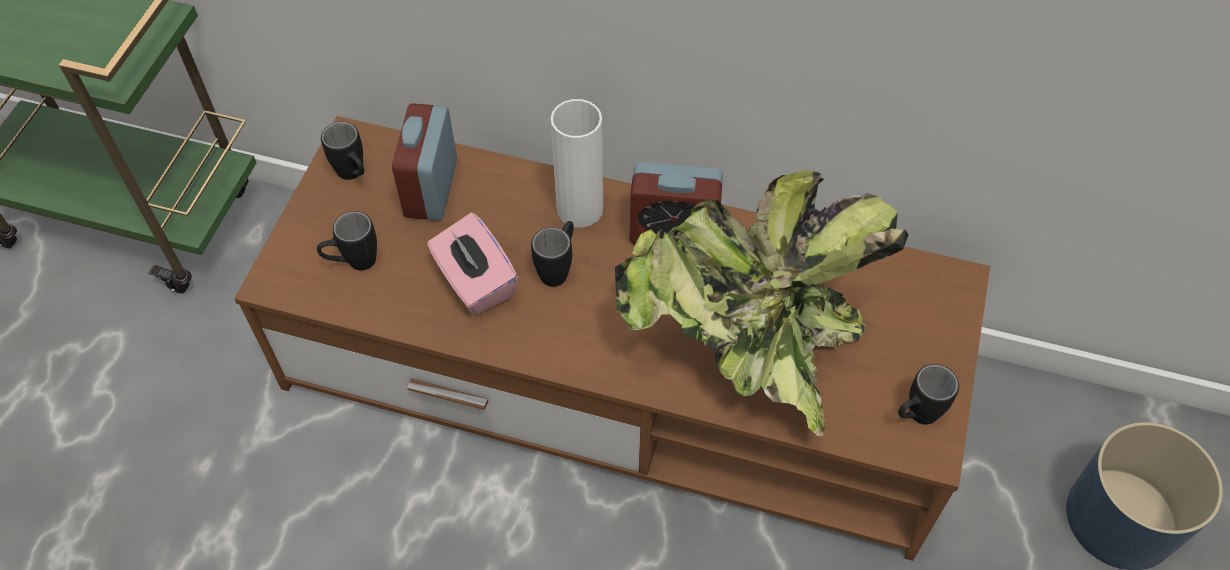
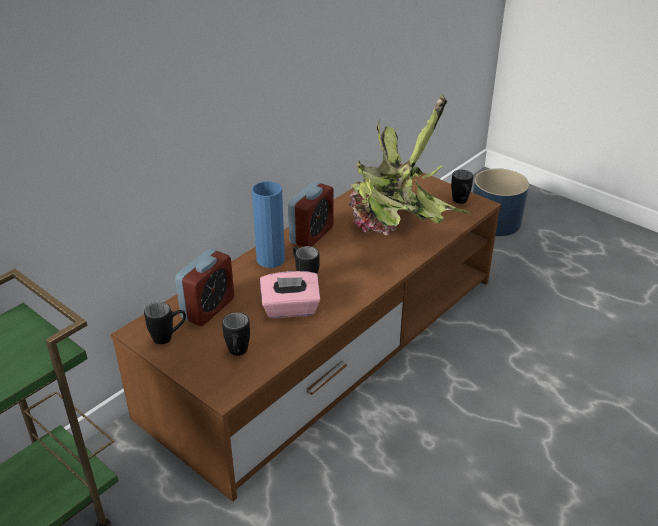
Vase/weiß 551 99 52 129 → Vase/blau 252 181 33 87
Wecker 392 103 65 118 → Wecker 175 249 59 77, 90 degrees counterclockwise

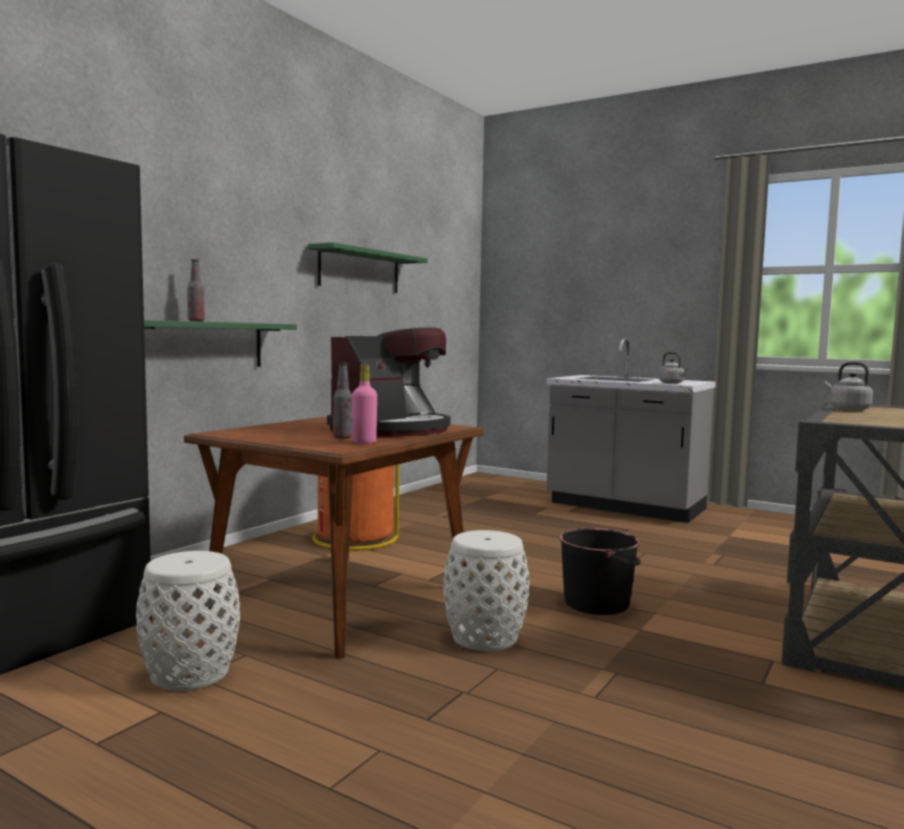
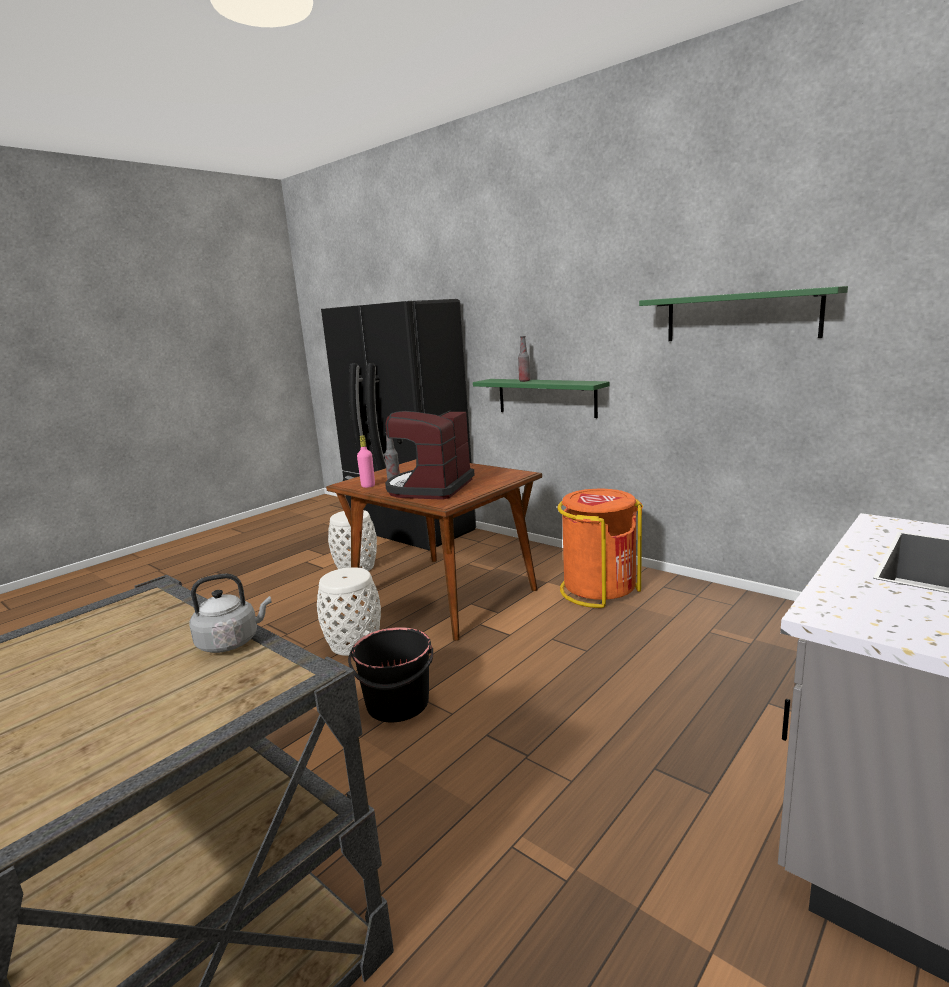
Kaffeemaschine 327 327 124 110 → Kaffeemaschine 385 411 90 89, 60 degrees clockwise
Wasserkessel/grau 659 352 31 32 → -

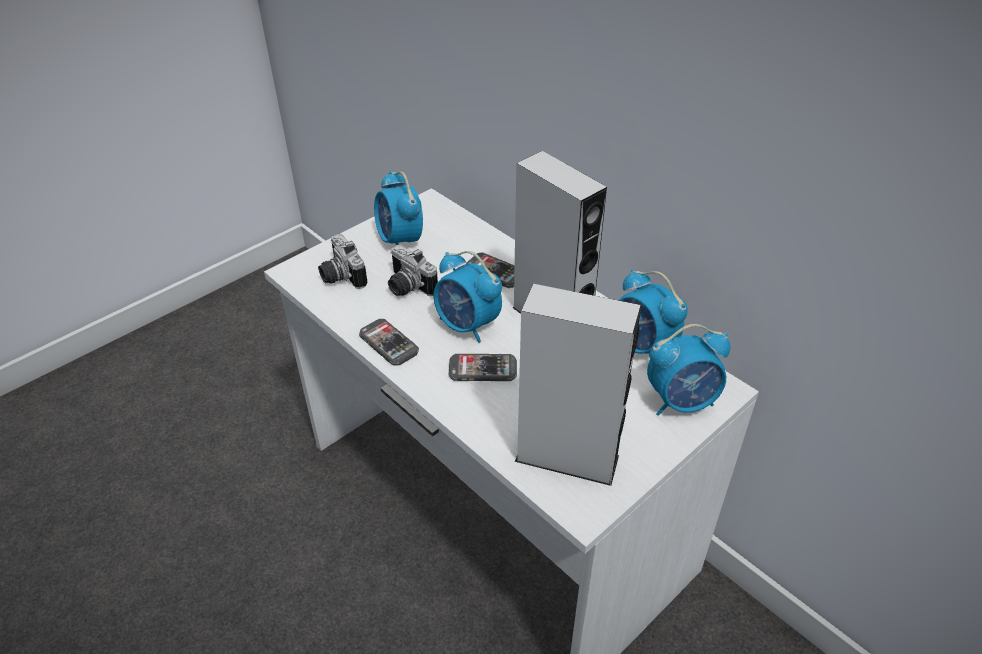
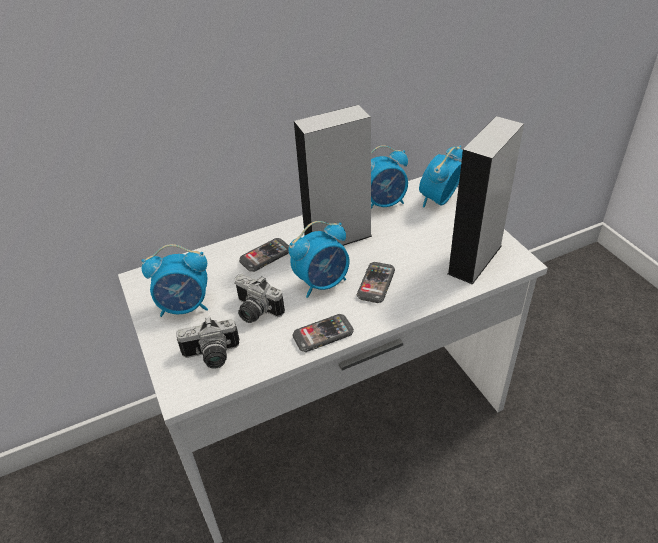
Kamera 388 245 50 51 → Kamera 234 274 51 49, 60 degrees clockwise
Wecker 647 324 83 92 → Wecker 419 146 44 61, 150 degrees counterclockwise

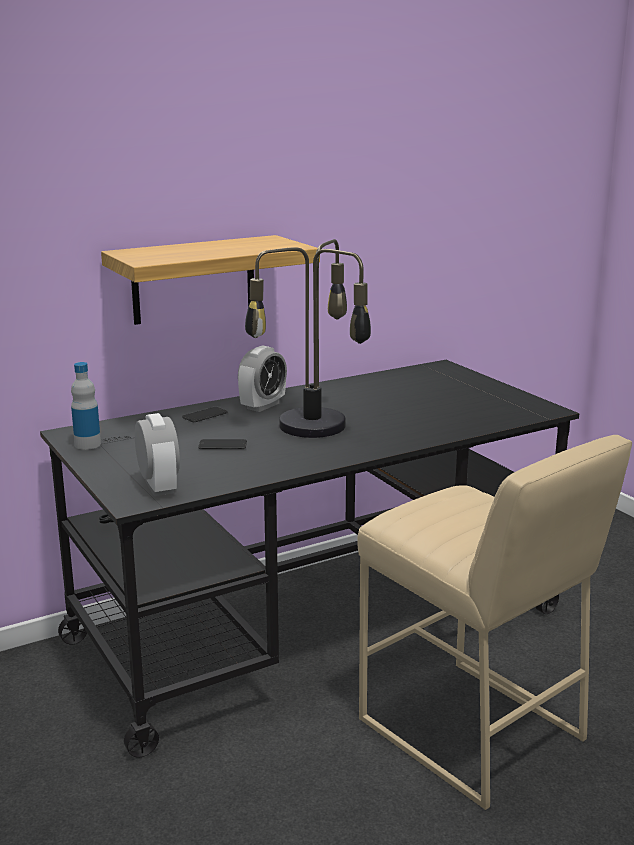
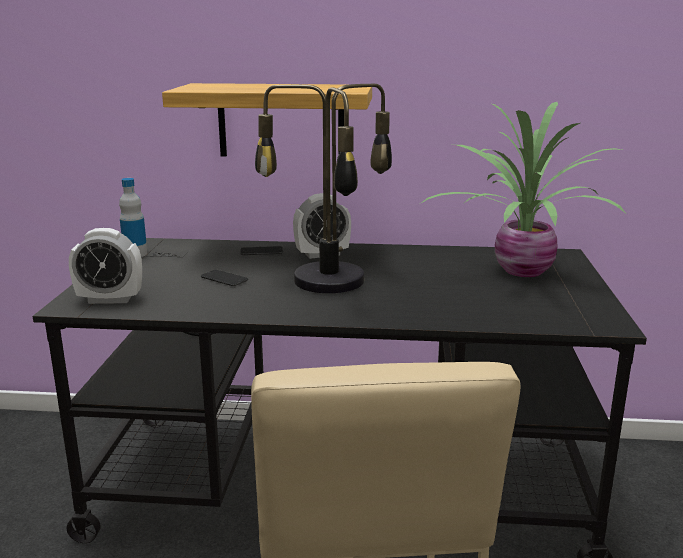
Wecker 135 413 45 83 → Wecker 69 228 73 76, 75 degrees clockwise
- → Topfpflanze 420 102 205 175

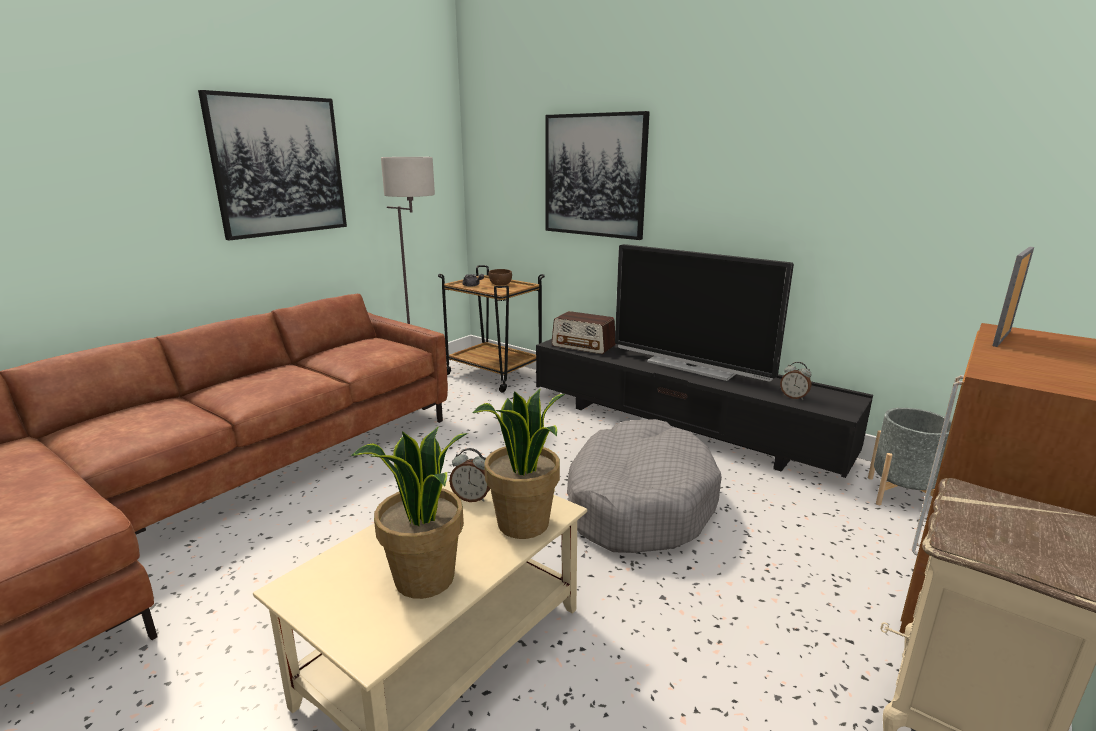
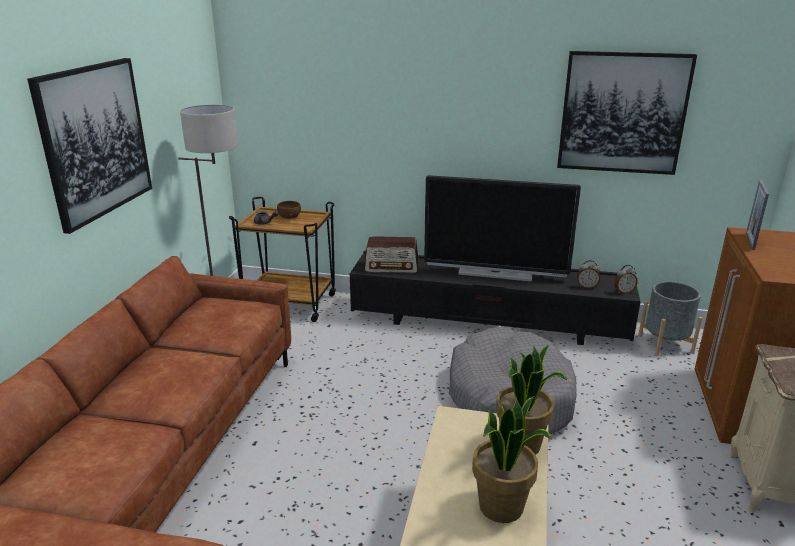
Bild 545 111 105 129 → Bild 557 51 140 124, move
Wecker 449 448 41 54 → Wecker 614 265 24 29, move

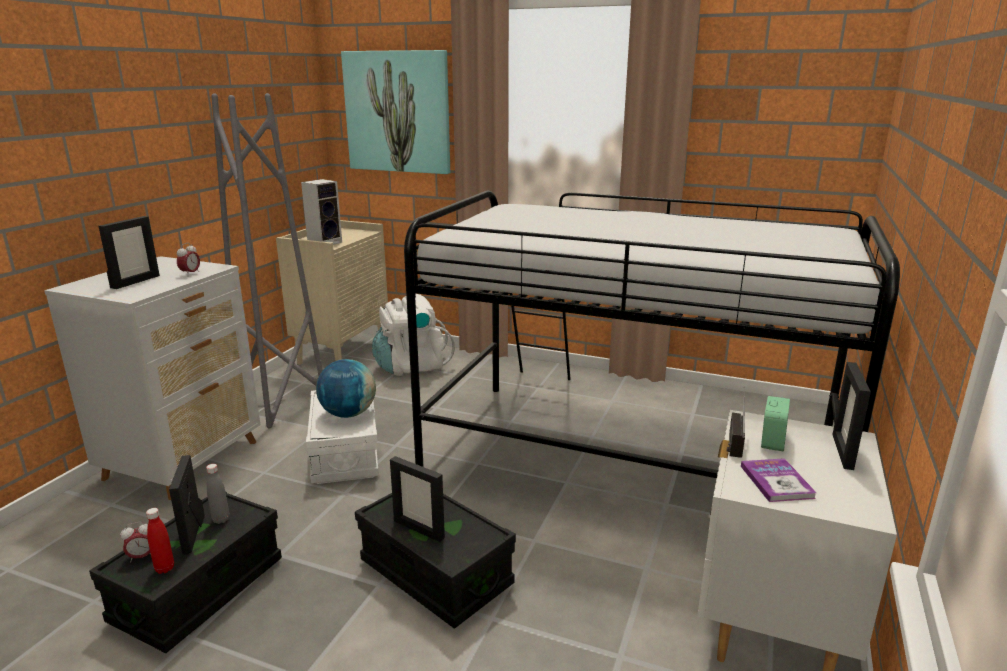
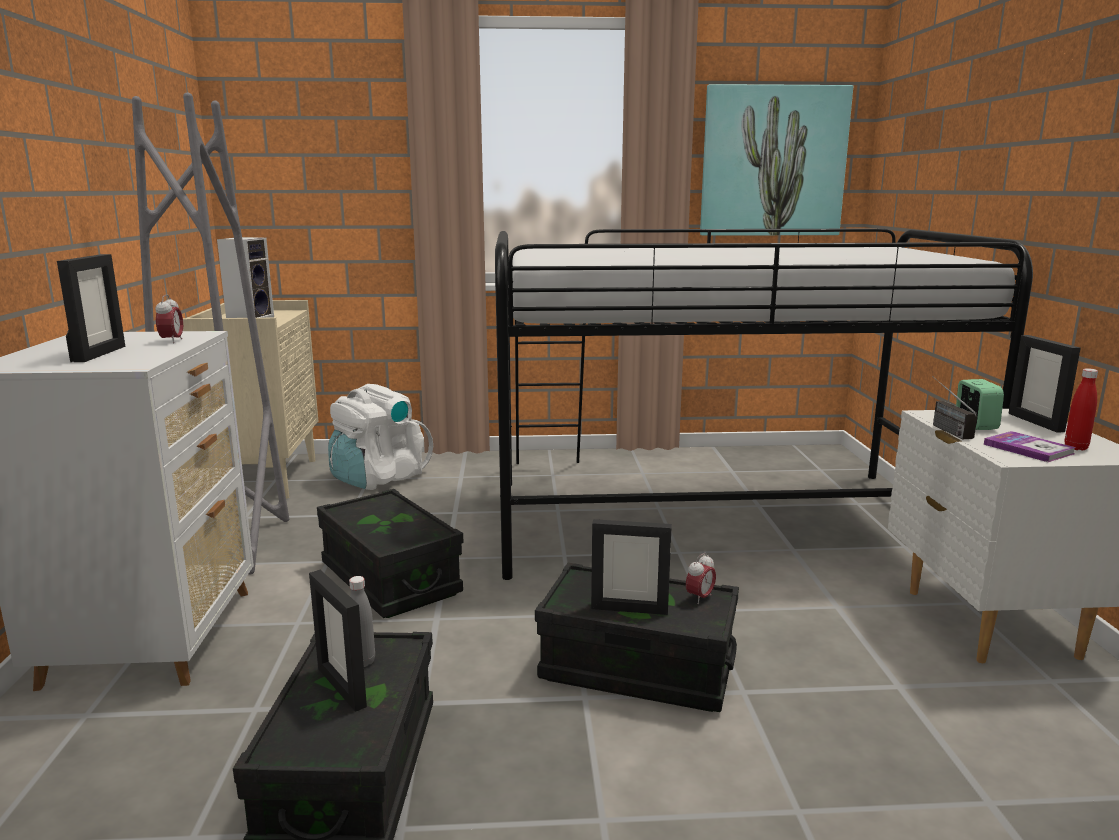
Bild 341 50 109 124 → Bild 700 84 153 152, move
Globus 316 359 60 59 → -
Aufbewahrungsbox/weiß 306 390 73 94 → Aufbewahrungsbox/schwarz 317 489 146 129
Flasche/rot 146 508 28 66 → Flasche/rot 1065 368 33 82, move
Wecker 120 522 31 41 → Wecker 686 553 30 51, move

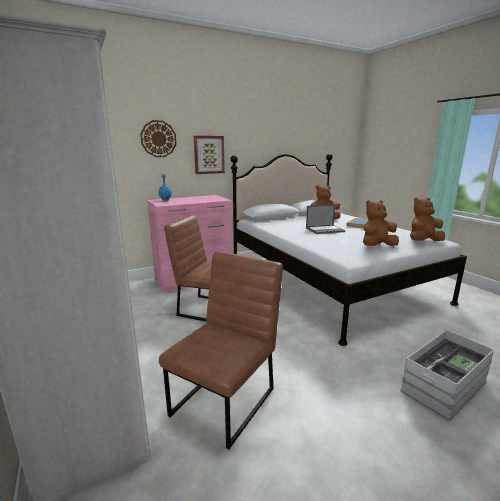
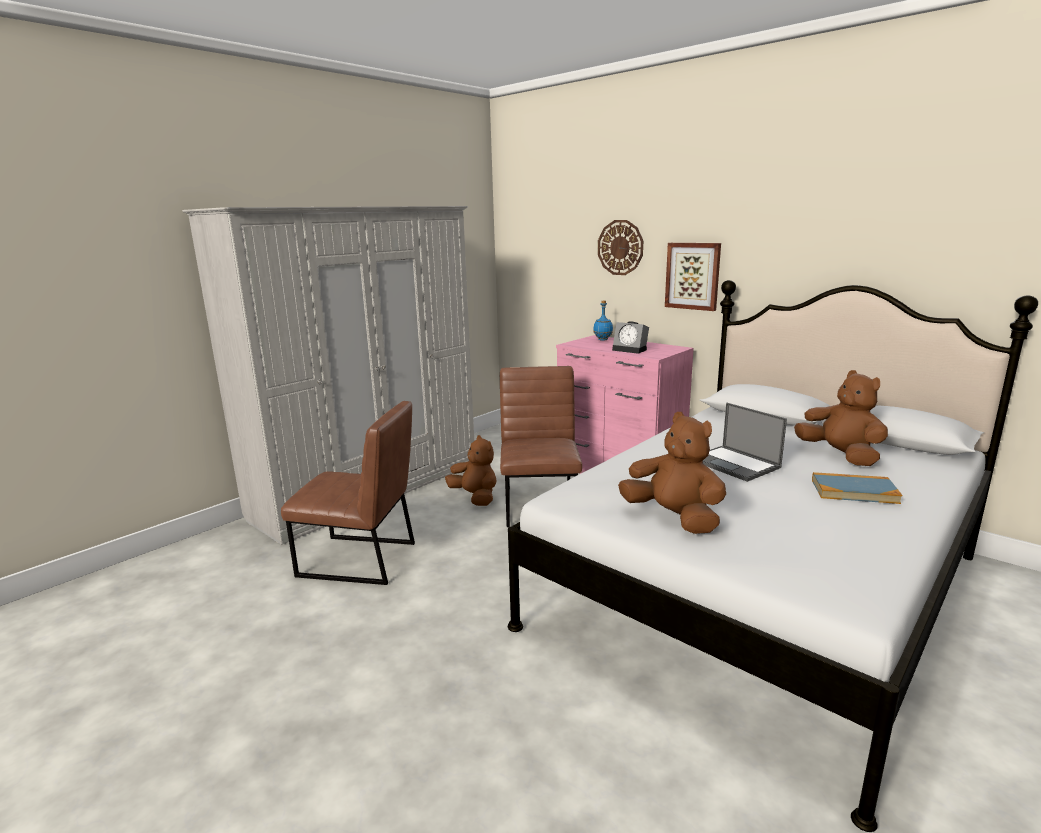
Plüschtier/braun 410 197 35 44 → Plüschtier/braun 445 435 51 71, move
Aufbewahrungsbox/grau 400 330 94 90 → -
- → Wecker 612 321 37 33

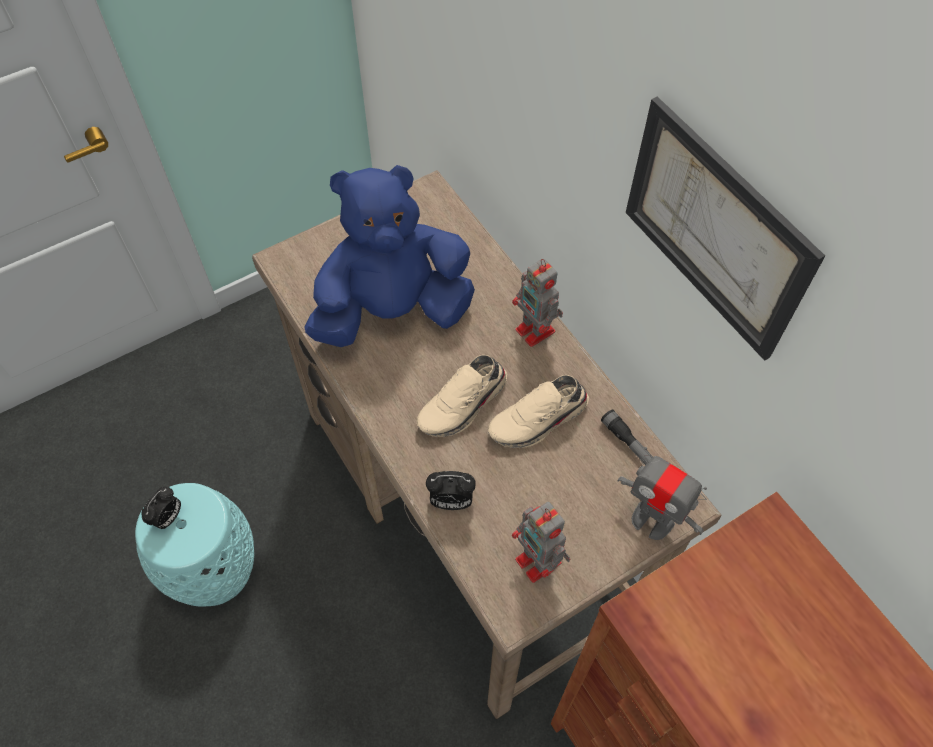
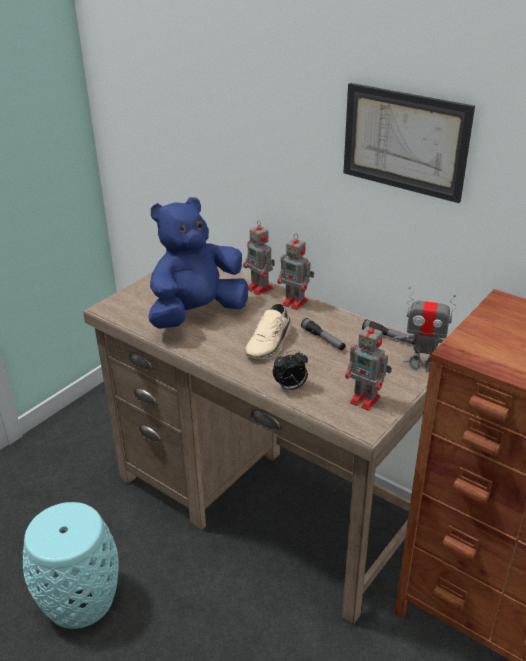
Schuh/beige 488 375 101 73 → Taschenlampe 301 318 45 32
Wecker 141 487 40 42 → -
- → Spielzeugroboter 243 220 32 75

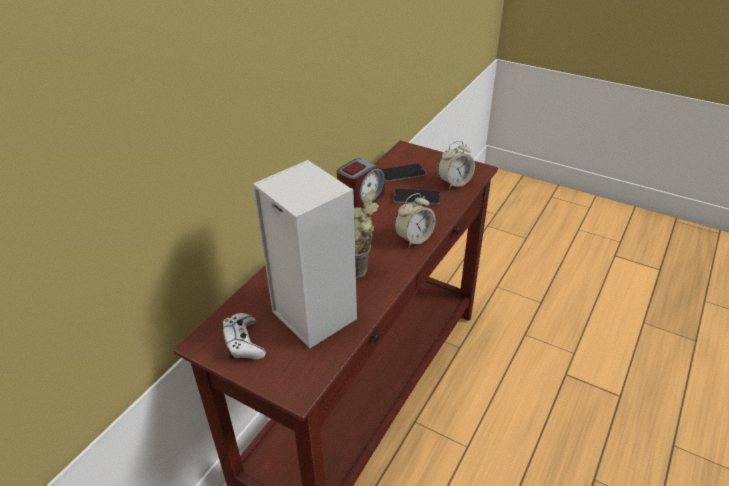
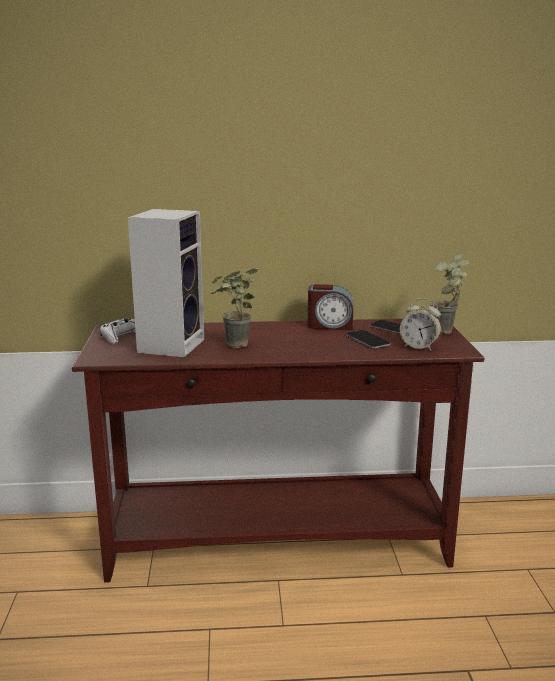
Wecker 394 193 42 54 → -
- → Topfpflanze 430 253 39 81

